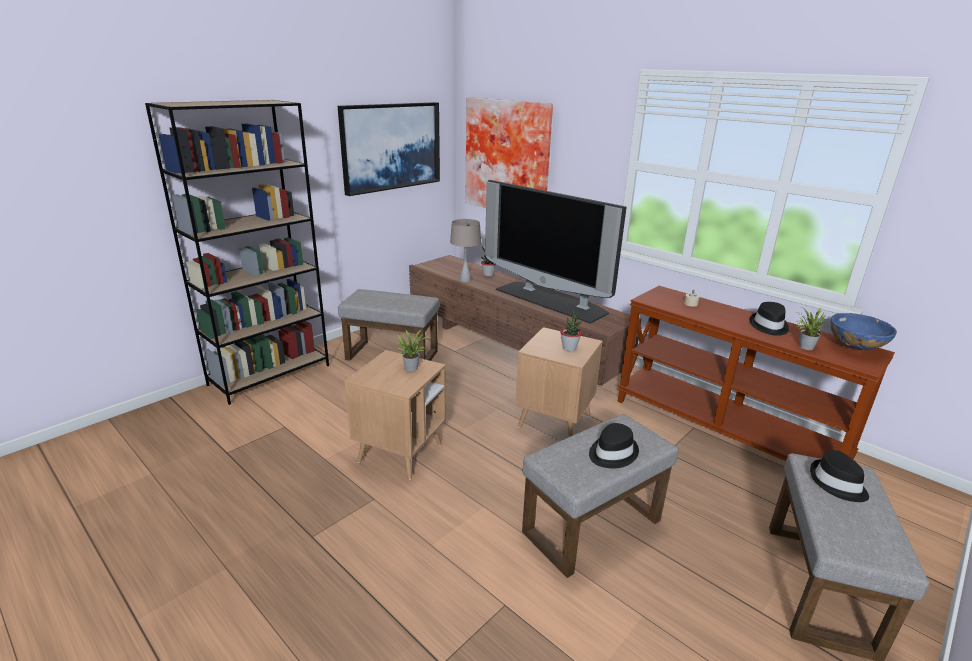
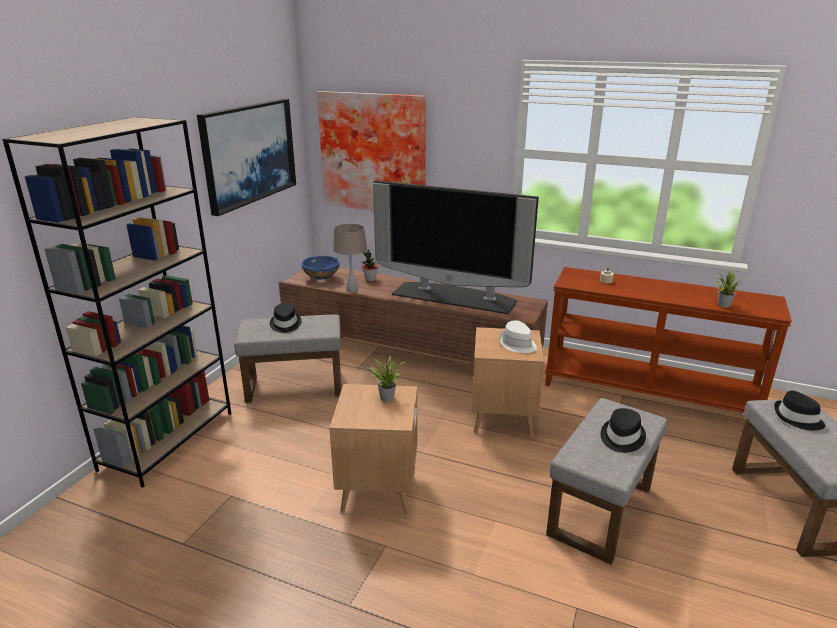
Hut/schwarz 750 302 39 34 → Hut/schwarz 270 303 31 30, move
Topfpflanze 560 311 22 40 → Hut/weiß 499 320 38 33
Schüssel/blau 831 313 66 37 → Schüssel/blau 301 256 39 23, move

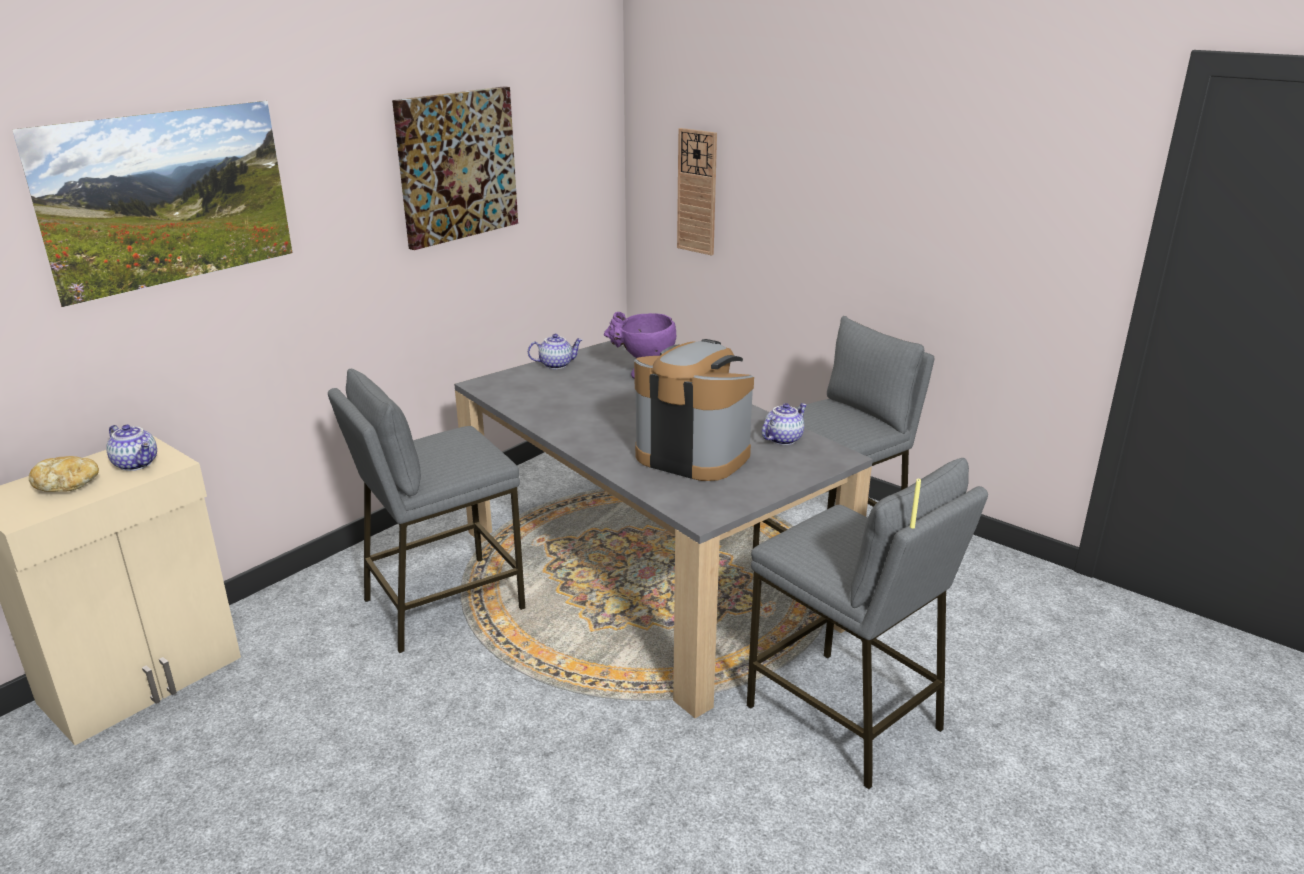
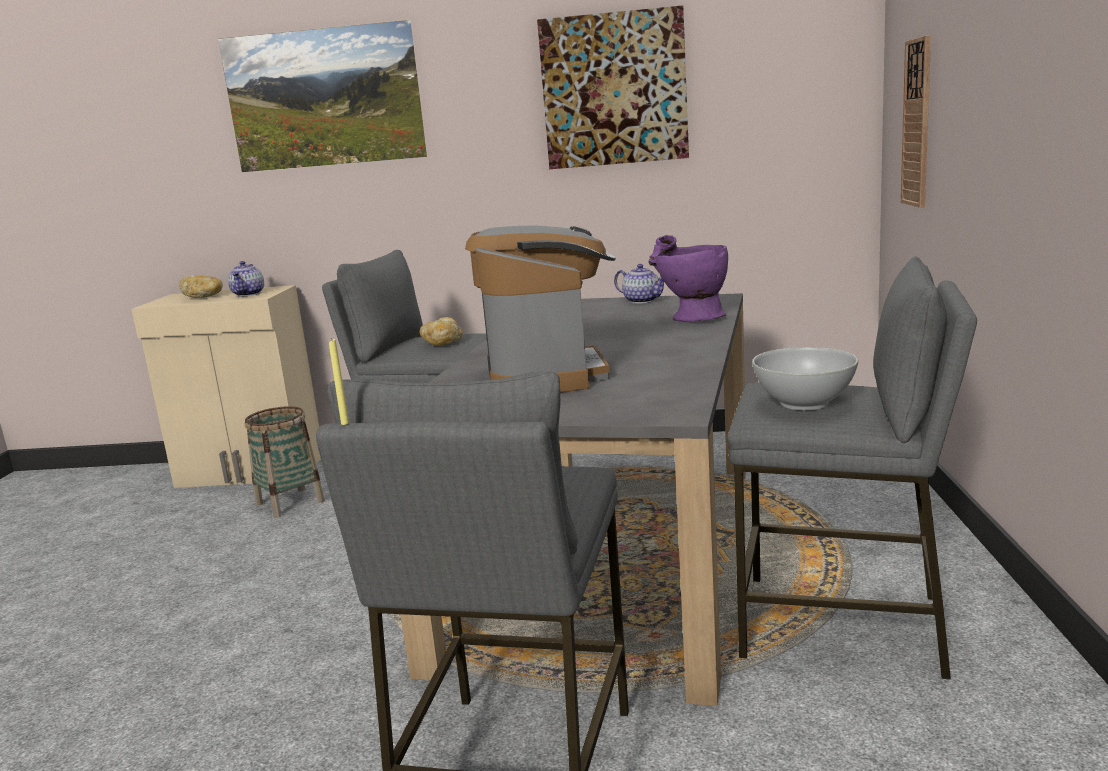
Teekanne 762 403 45 42 → -
- → Brot 420 317 43 29
- → Schüssel/weiß 752 347 106 63
- → Korb 245 406 80 112

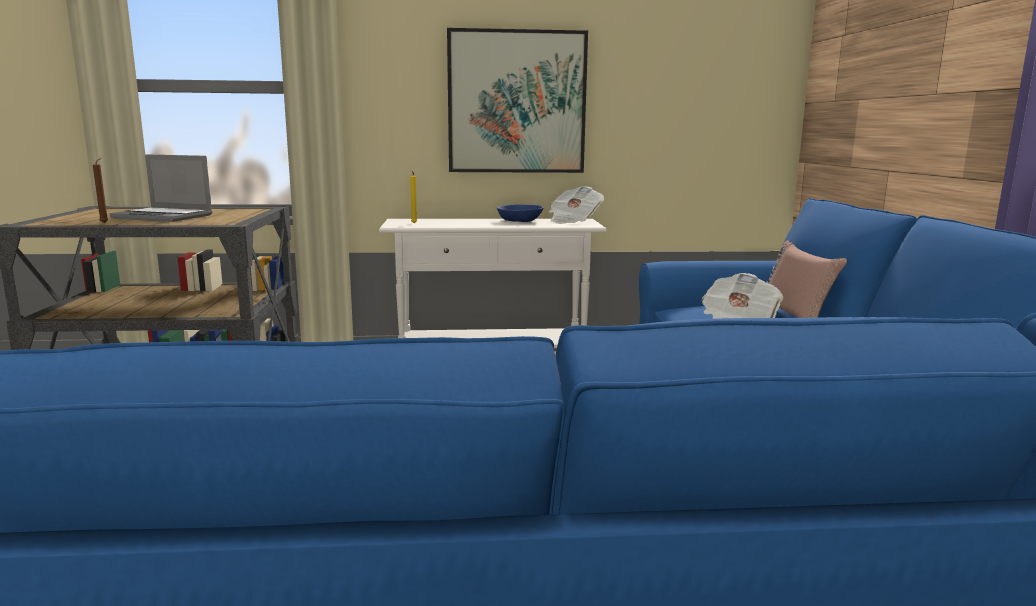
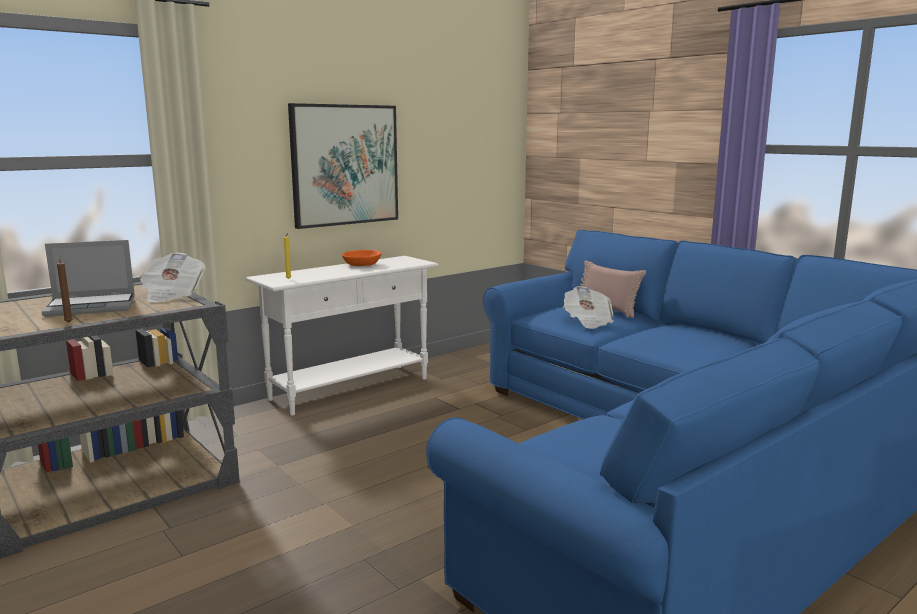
Zeitung 549 186 55 38 → Zeitung 140 253 66 49, move
Schüssel/blau 497 204 47 18 → Schüssel/orange 342 250 40 16

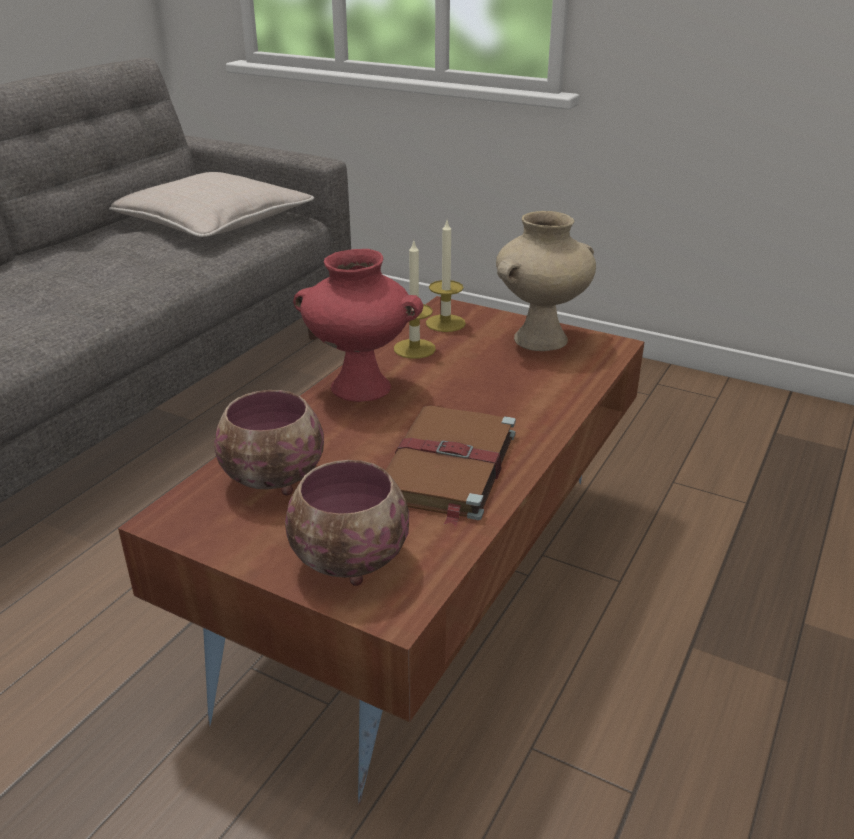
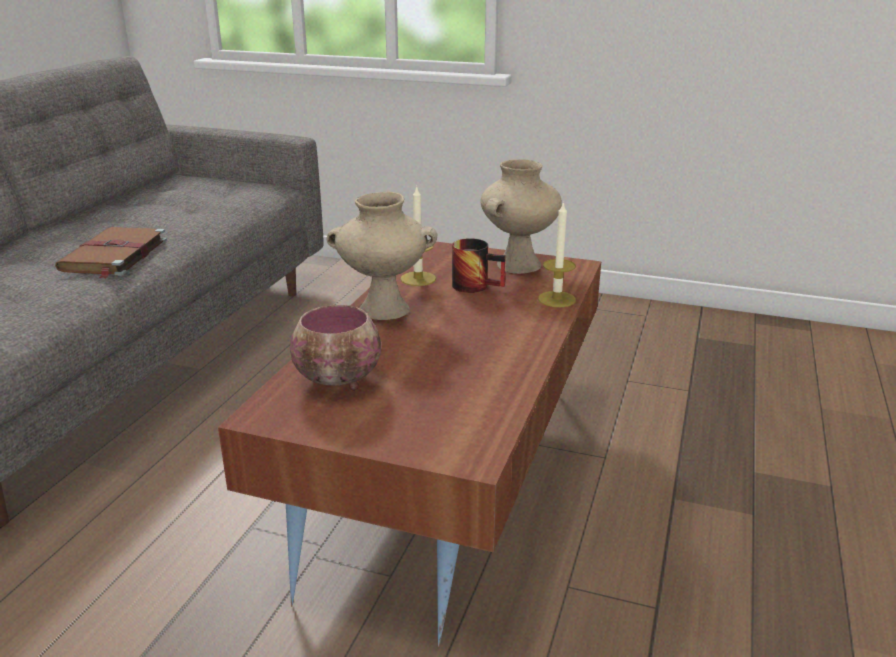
Kissen/beige 109 172 205 65 → -
Kerze 426 221 40 111 → Kerze 538 201 38 106, move
Vase/rot 293 249 131 153 → Vase/beige 327 191 111 129
Buch/braun 385 406 131 120 → Buch/braun 55 227 112 52, move
Schüssel 285 460 124 126 → -
- → Henkelbecher 452 238 54 55

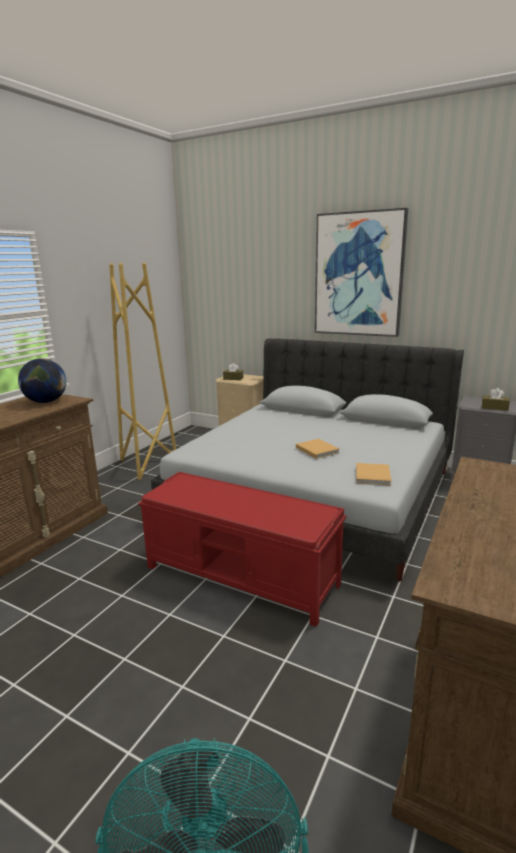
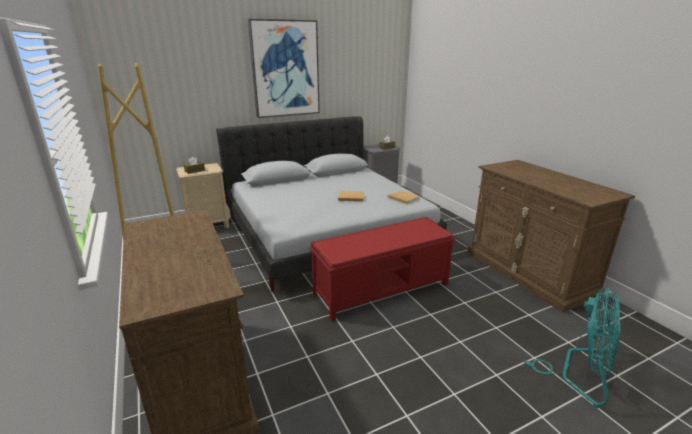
Globus 18 358 49 45 → -

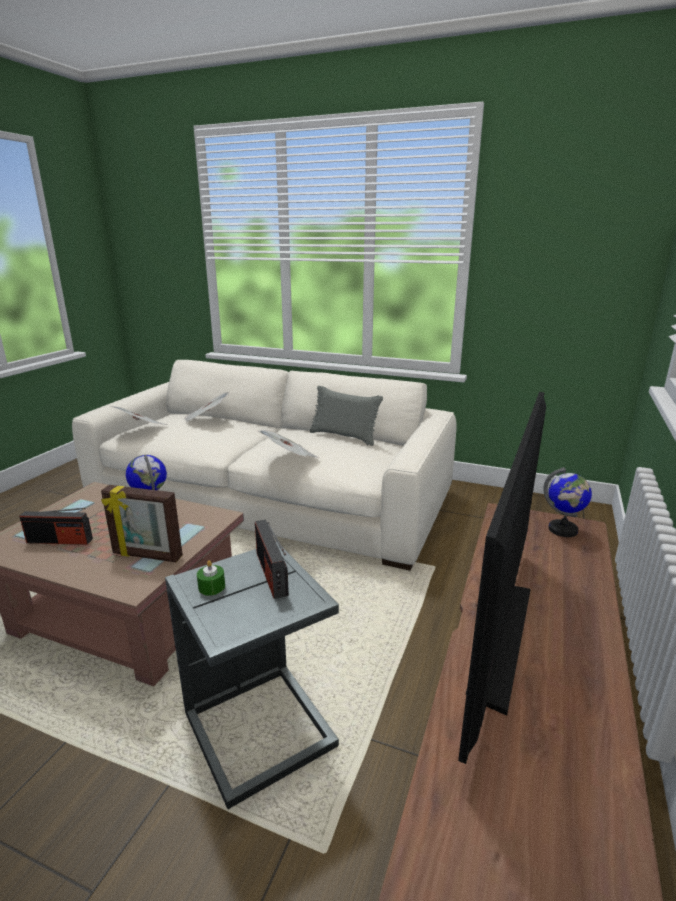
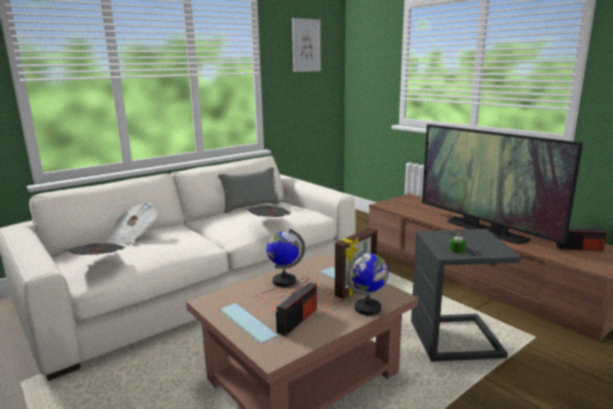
Globus 543 467 49 70 → Globus 346 251 42 65, move
Radio 255 520 34 79 → Radio 556 226 51 25, move
- → Bild 292 18 29 54

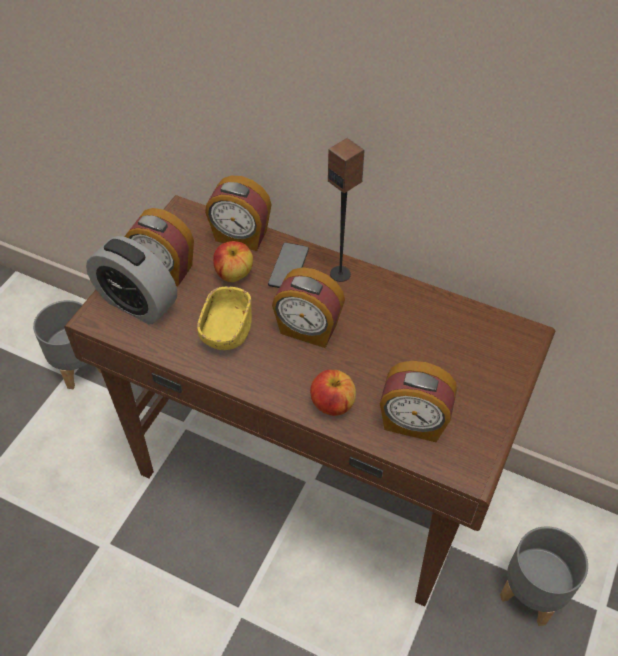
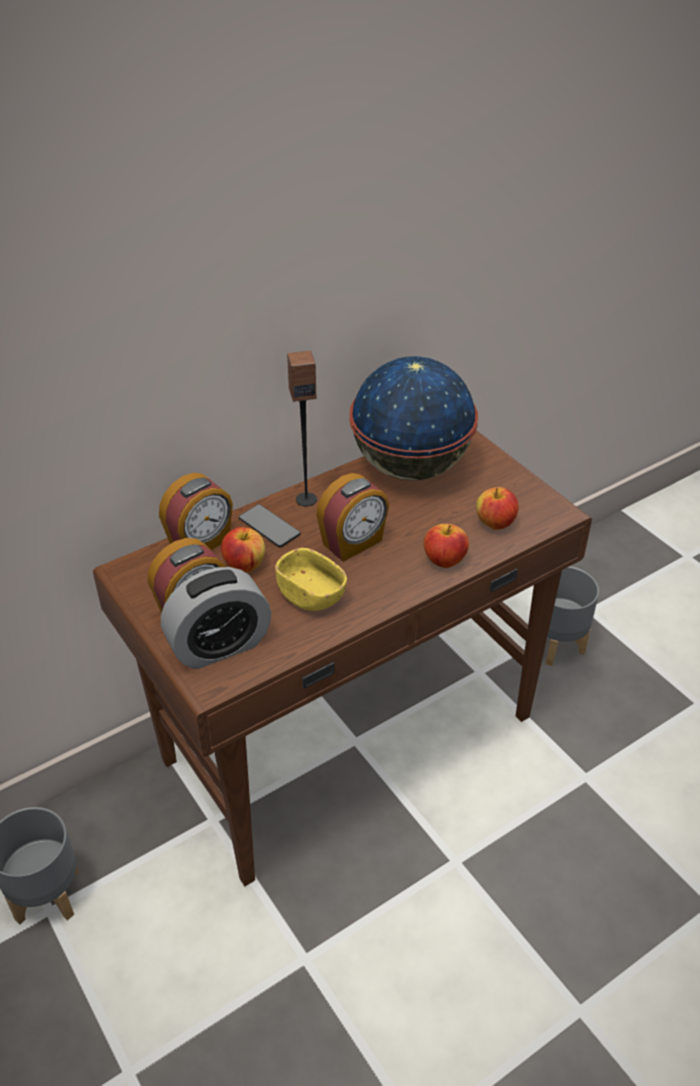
Wecker 380 361 77 81 → Apfel 476 487 43 43
- → Globus 349 356 129 124

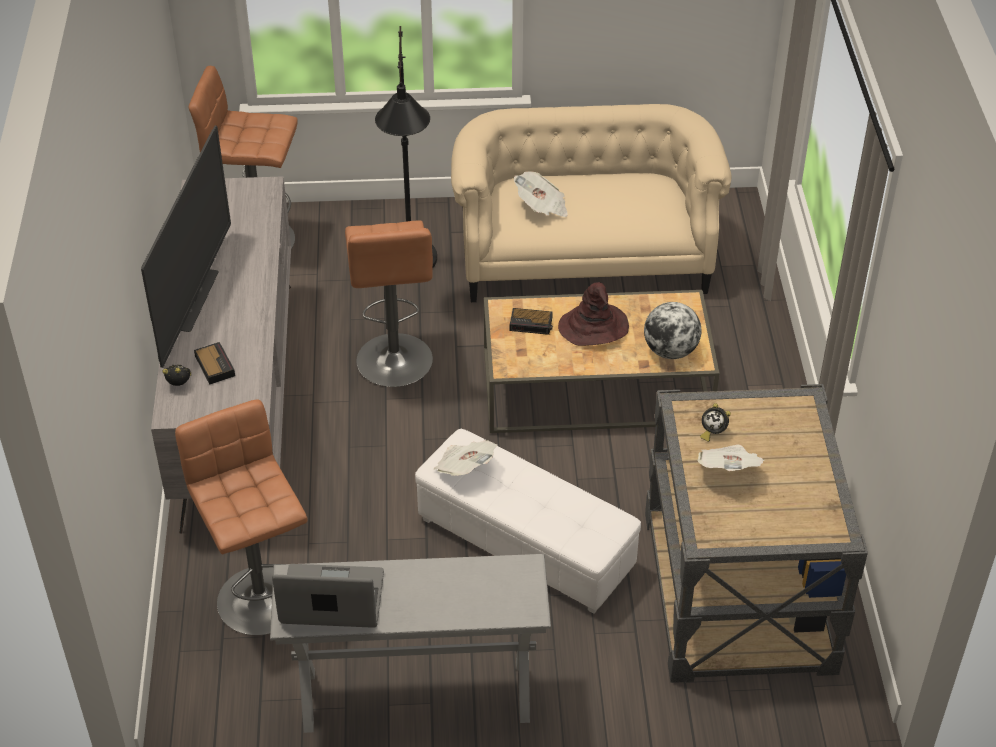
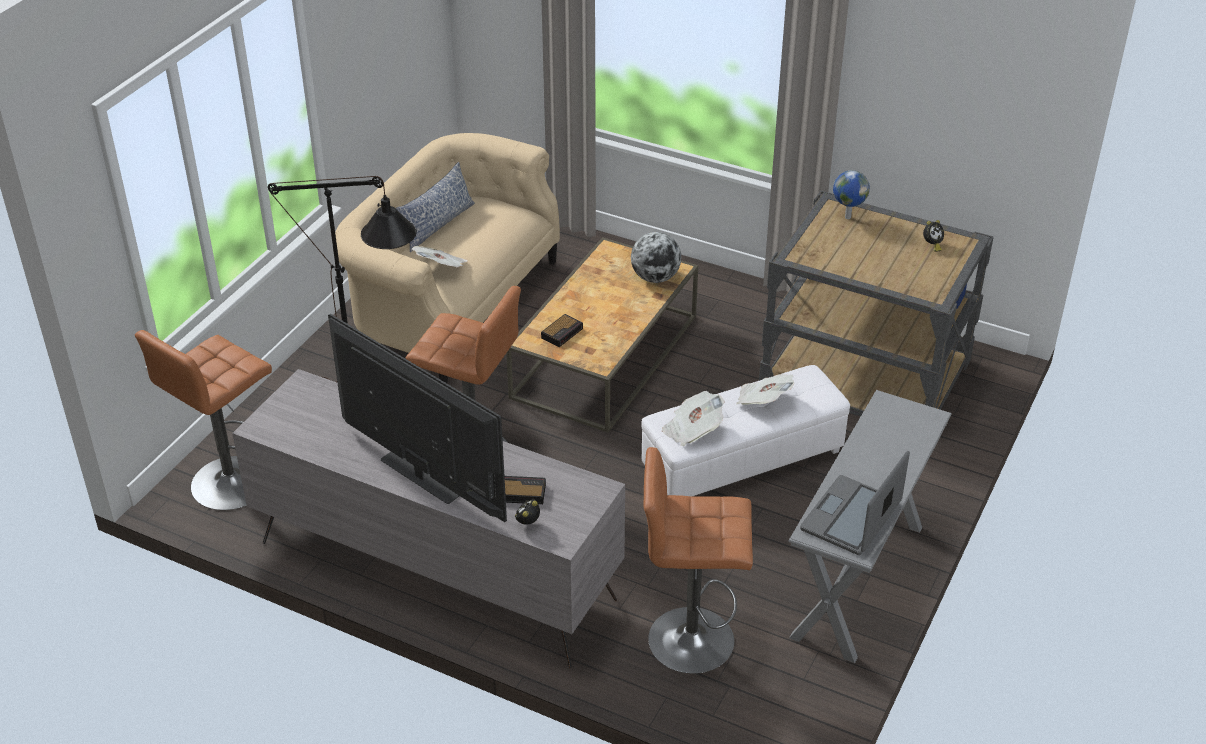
Hut/braun 558 282 71 64 → -
Wecker 700 403 31 39 → Wecker 923 220 21 32, move
Zeitung 697 444 67 27 → Zeitung 736 374 58 31, move
- → Kissen 396 162 79 90
- → Globus 833 170 37 49

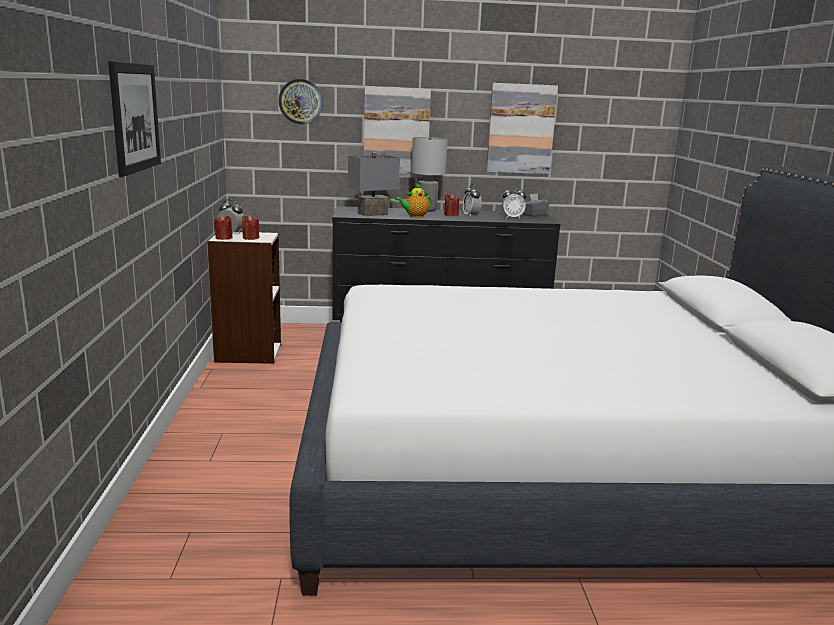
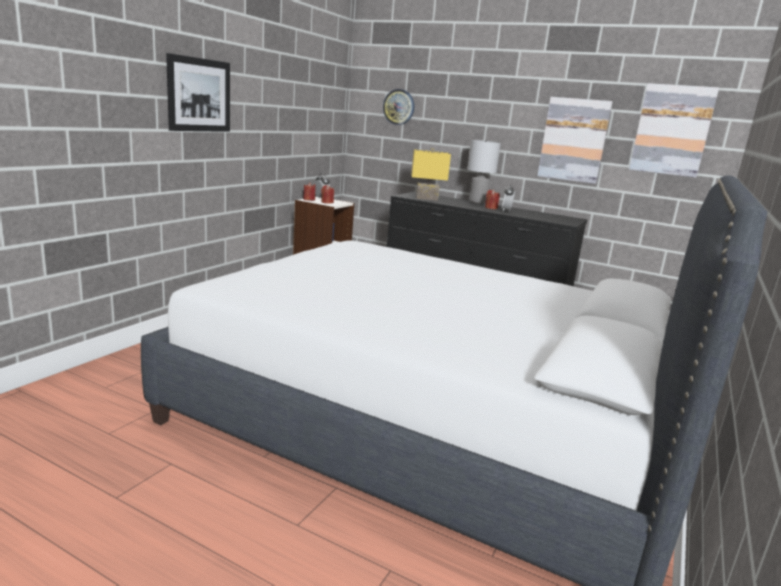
Bild 364 86 67 92 → Bild 629 83 90 95, move
Tischlampe/grau 348 152 52 64 → Tischlampe/gelb 411 148 40 53
Teekanne 395 183 37 35 → -
Wecker 502 186 24 33 → -
Taschentuchbox/grau 522 193 28 24 → -

